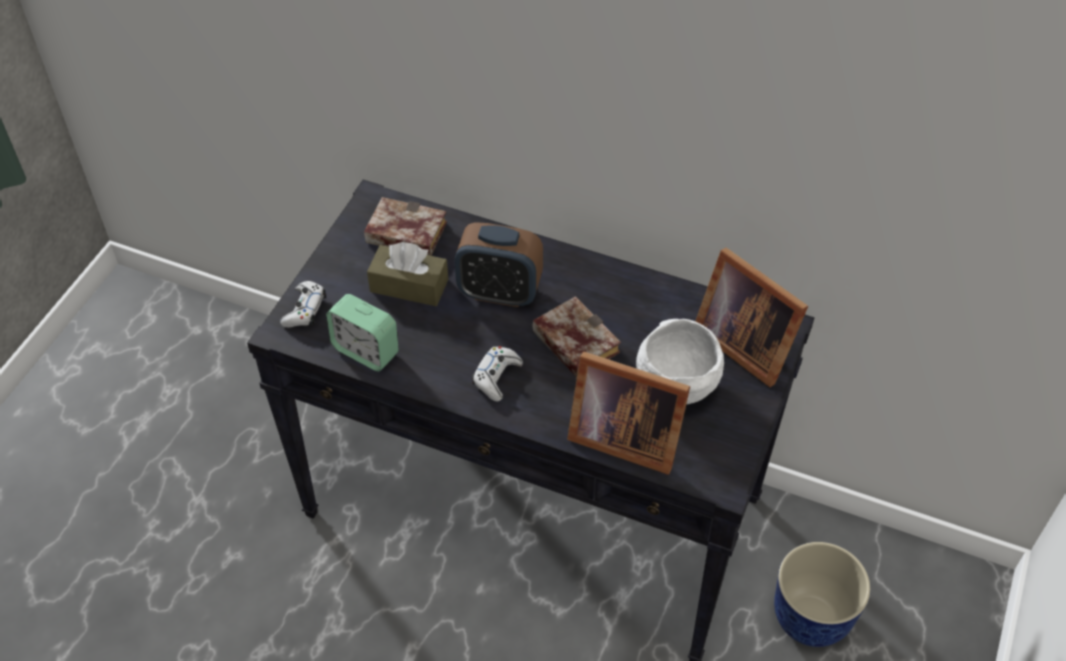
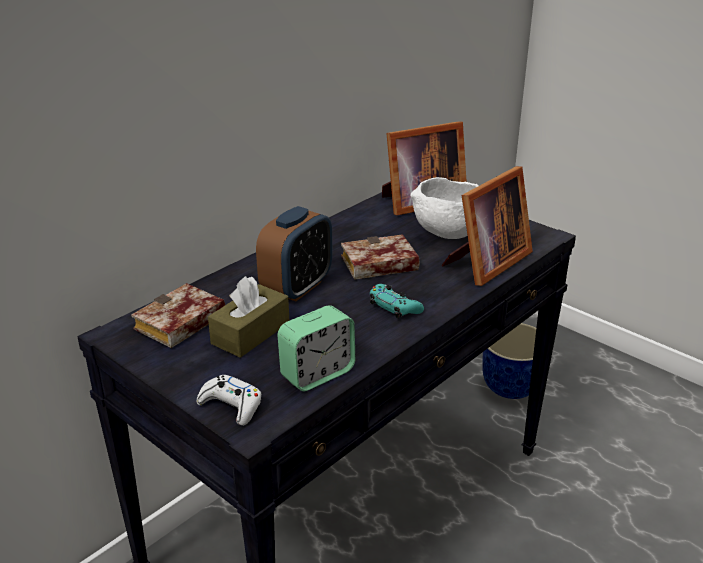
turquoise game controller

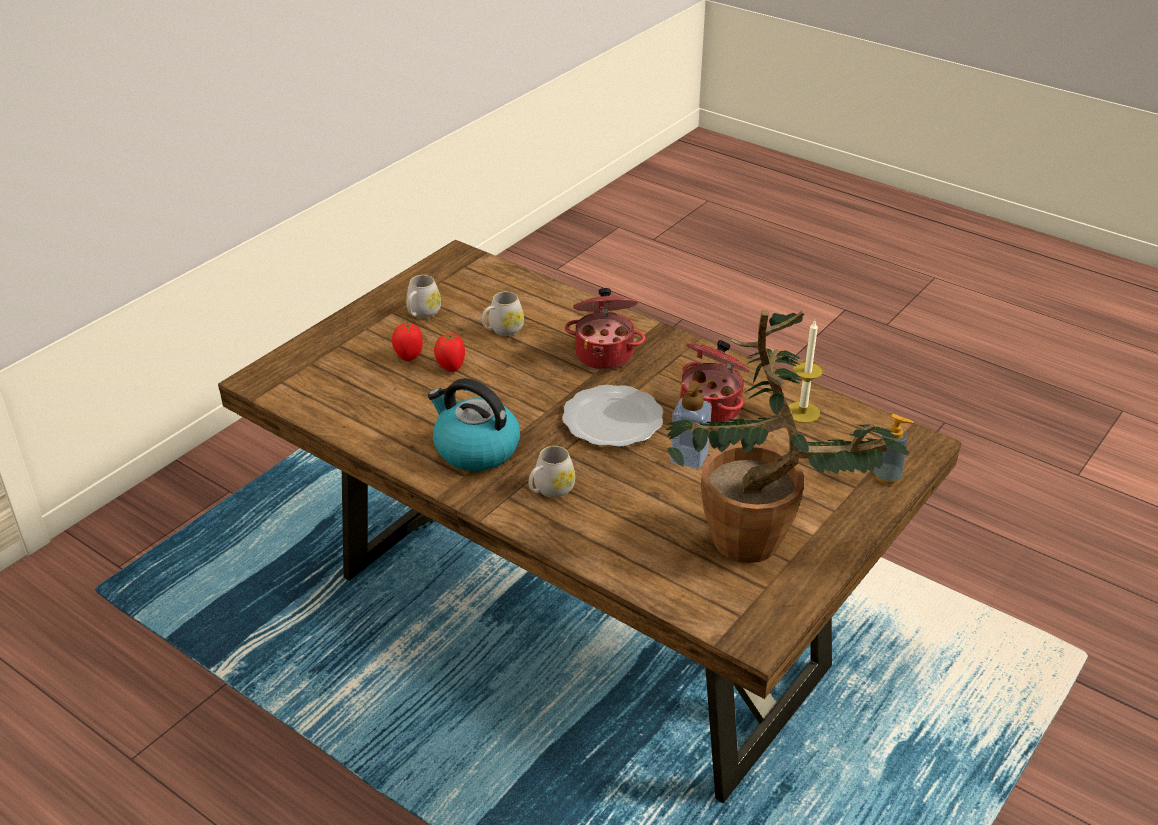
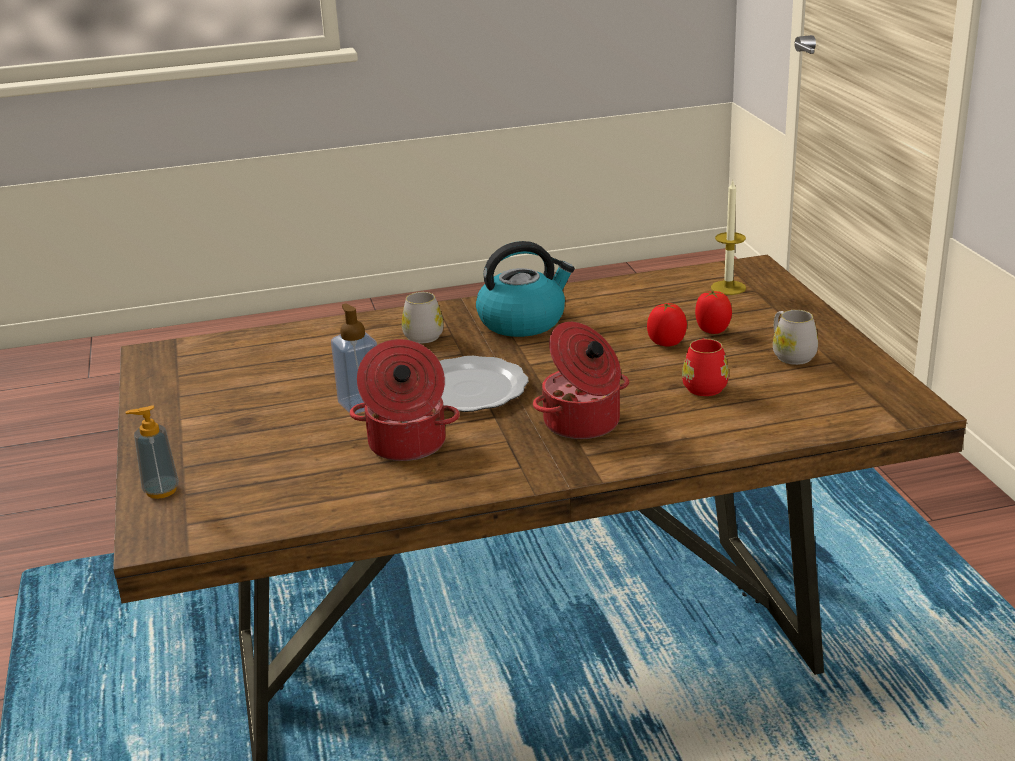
red mug
potted plant
candle

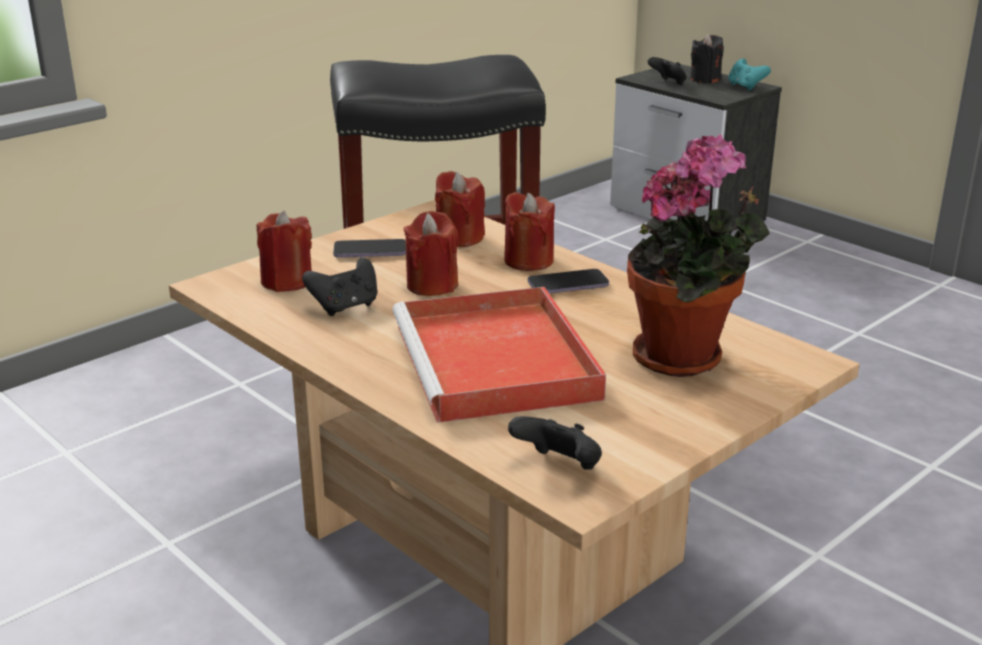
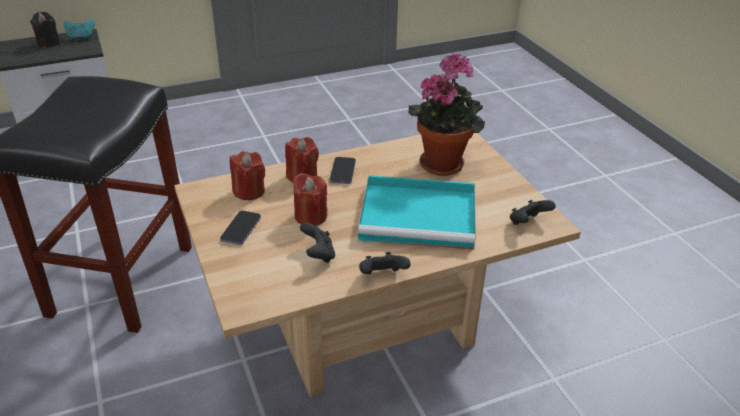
black game controller (no. 2 from left)
red candle (no. 1 from left in the first image)
turquoise tray

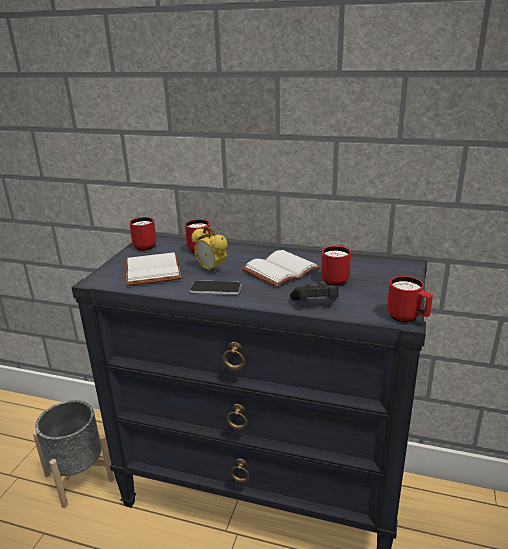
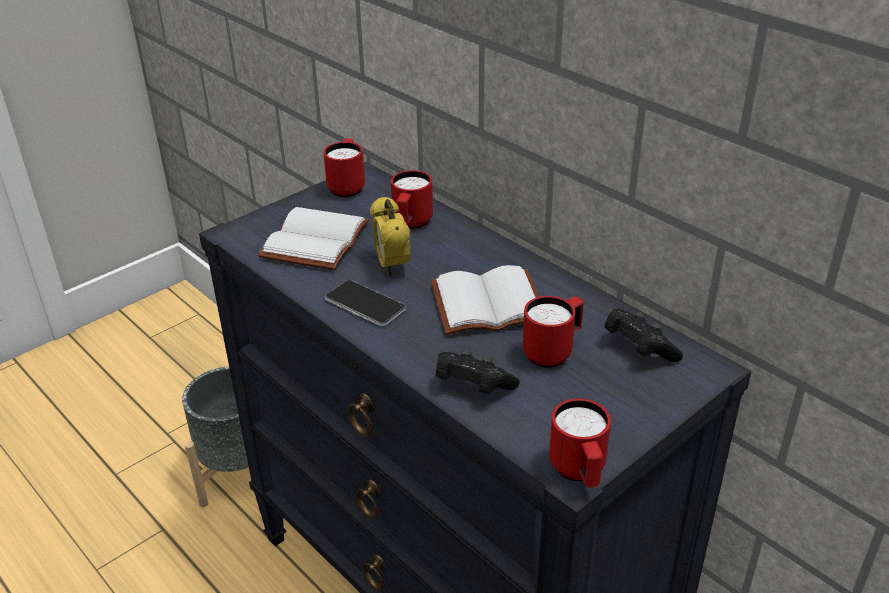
black game controller (no. 2 from left)

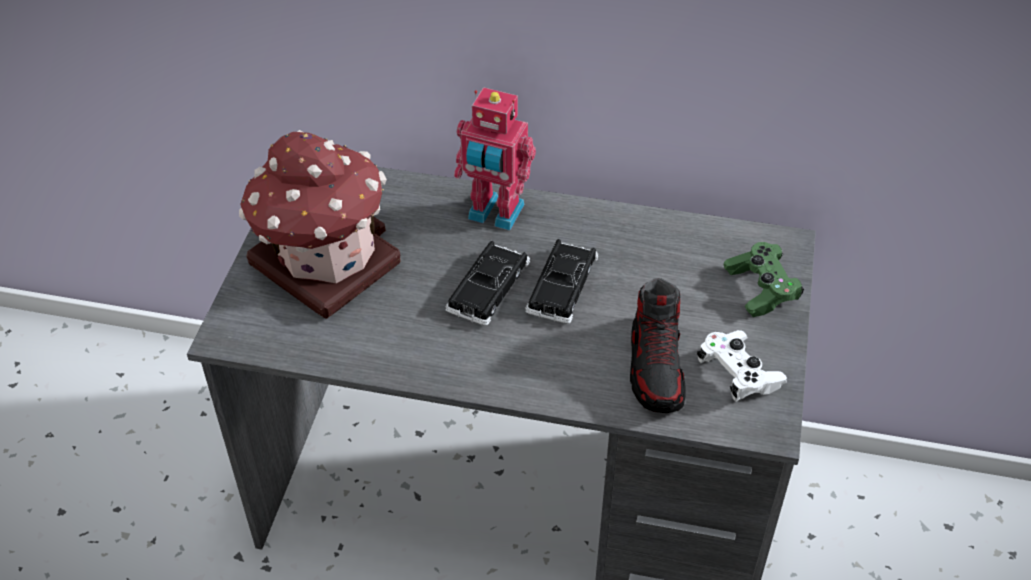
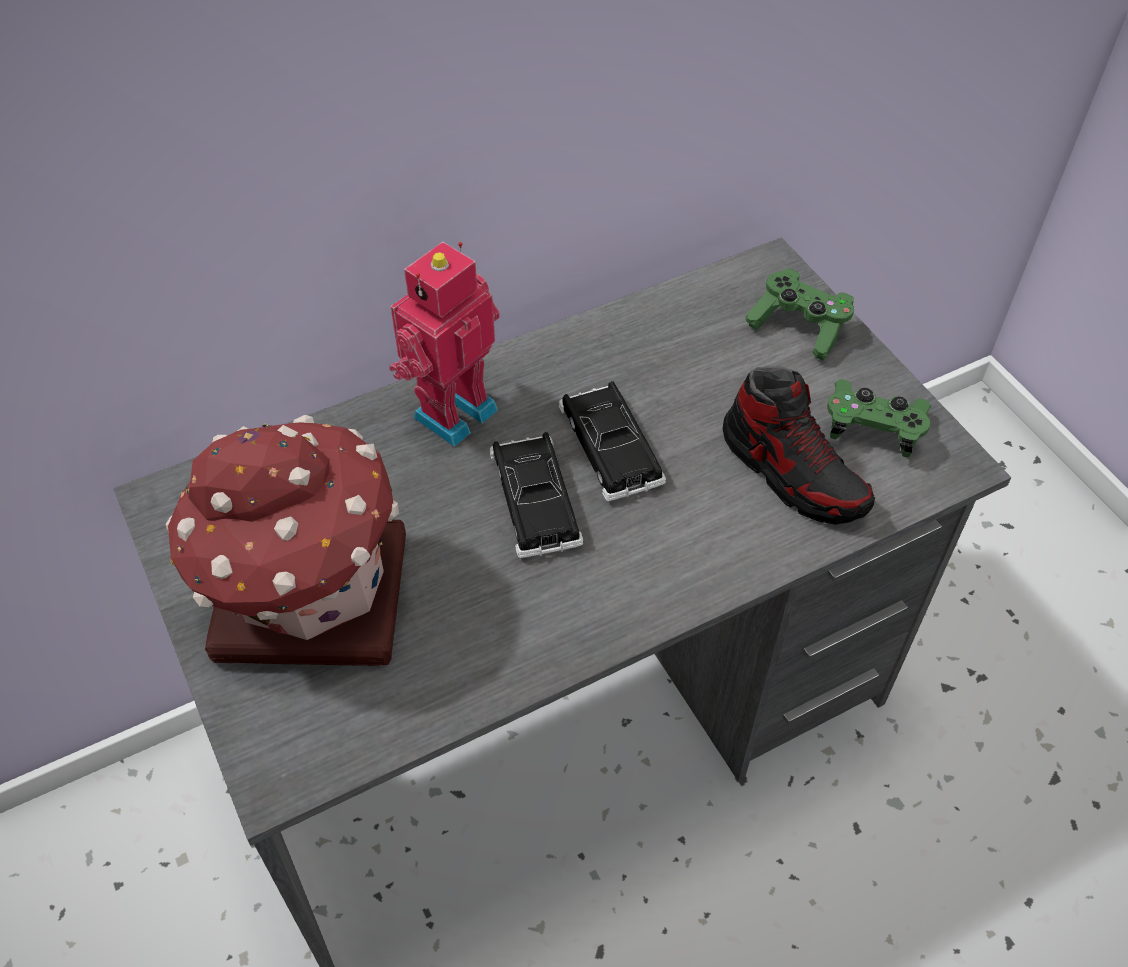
toy robot
green game controller (no. 2 from left)

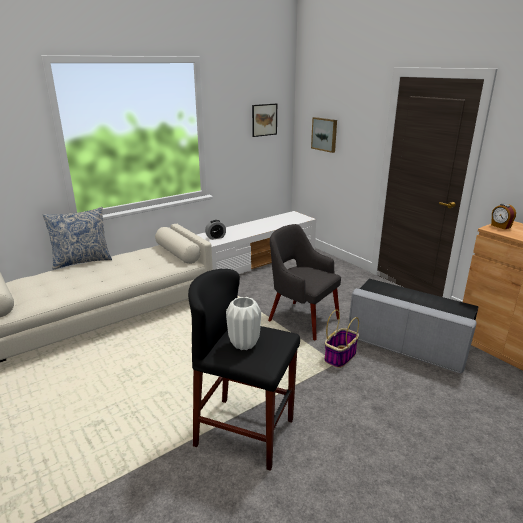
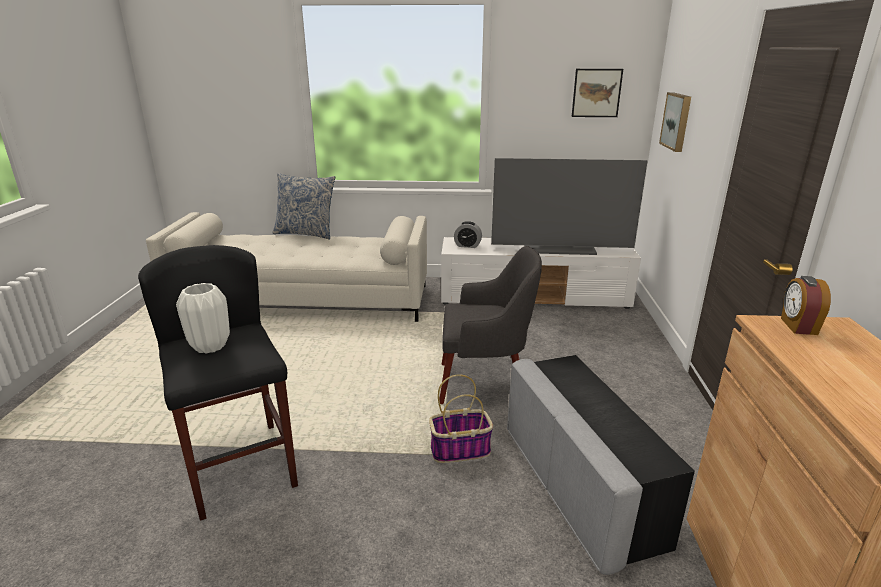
grey armchair
television

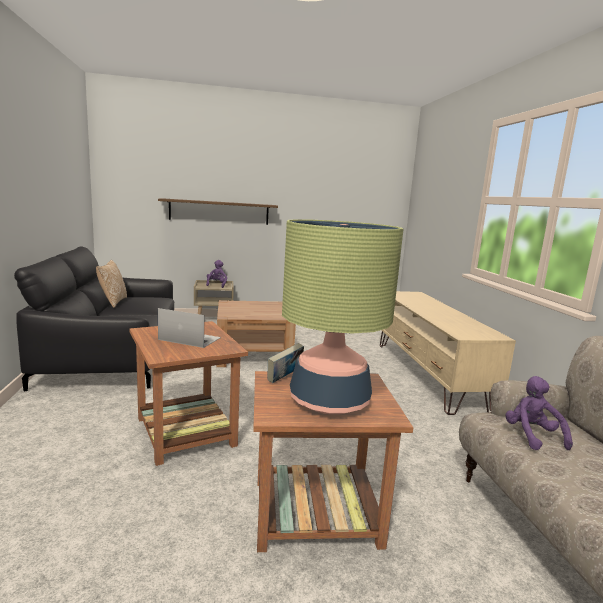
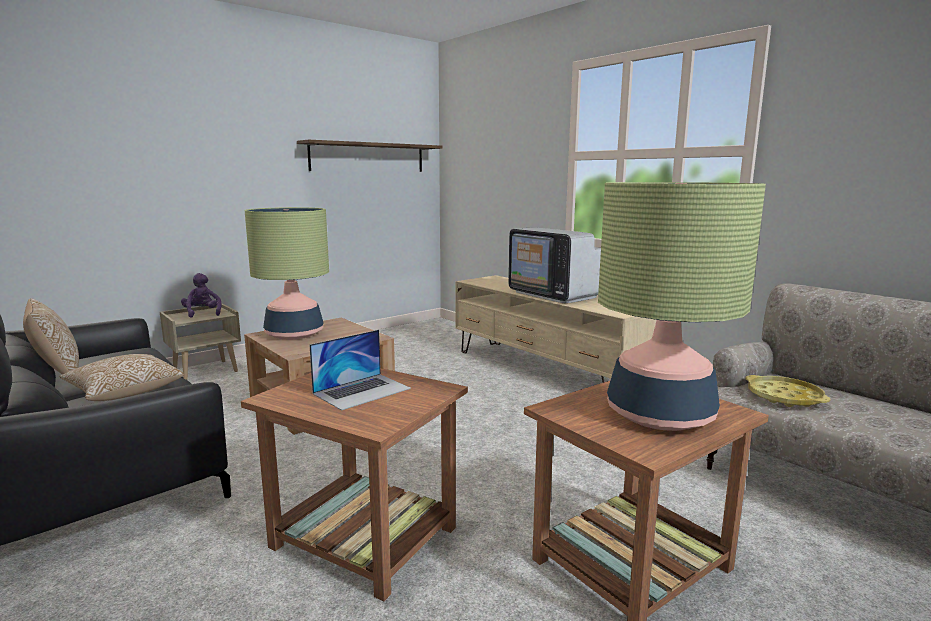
shelf
laptop
book
yellow tray
table lamp (no. 1 from left)
television
pillow (no. 2 from left)

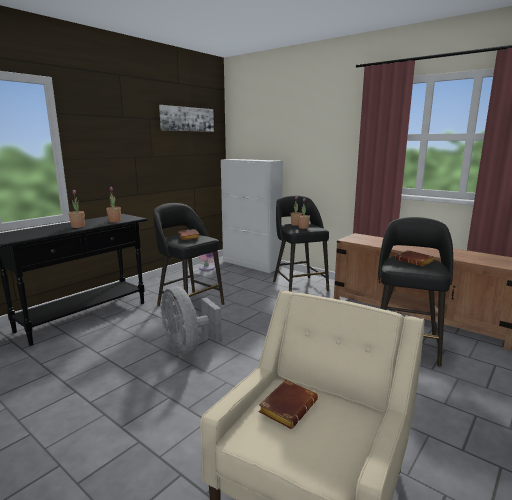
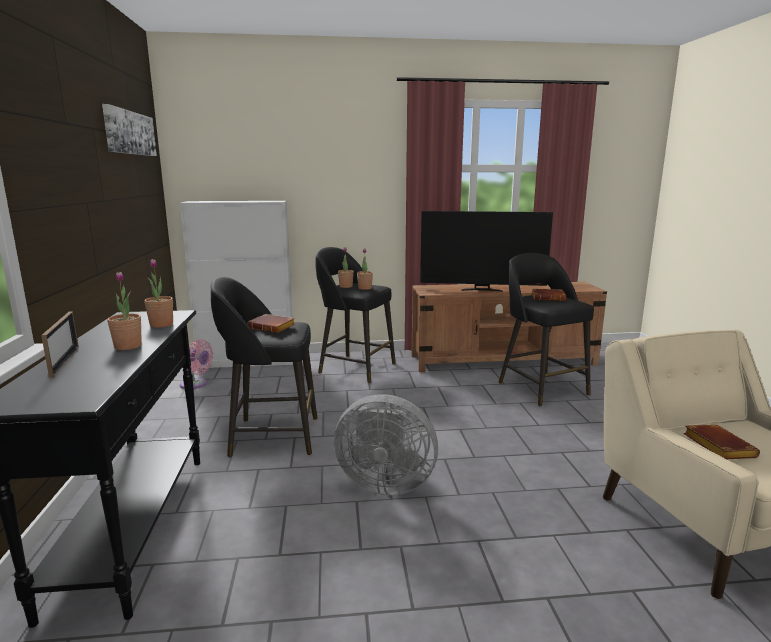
television
picture frame

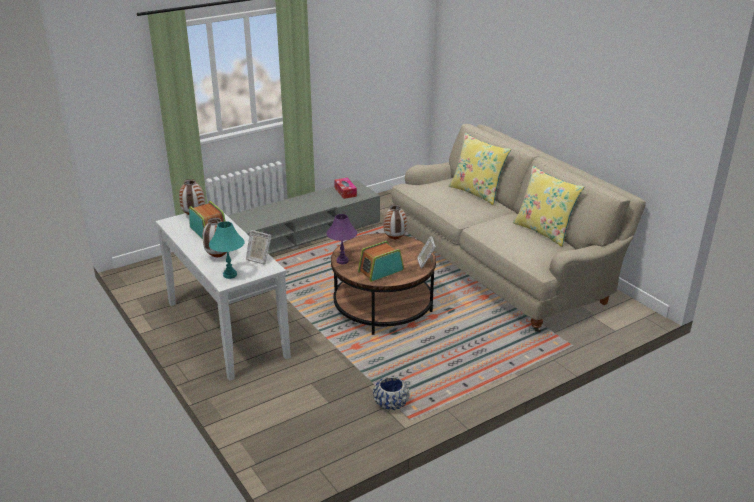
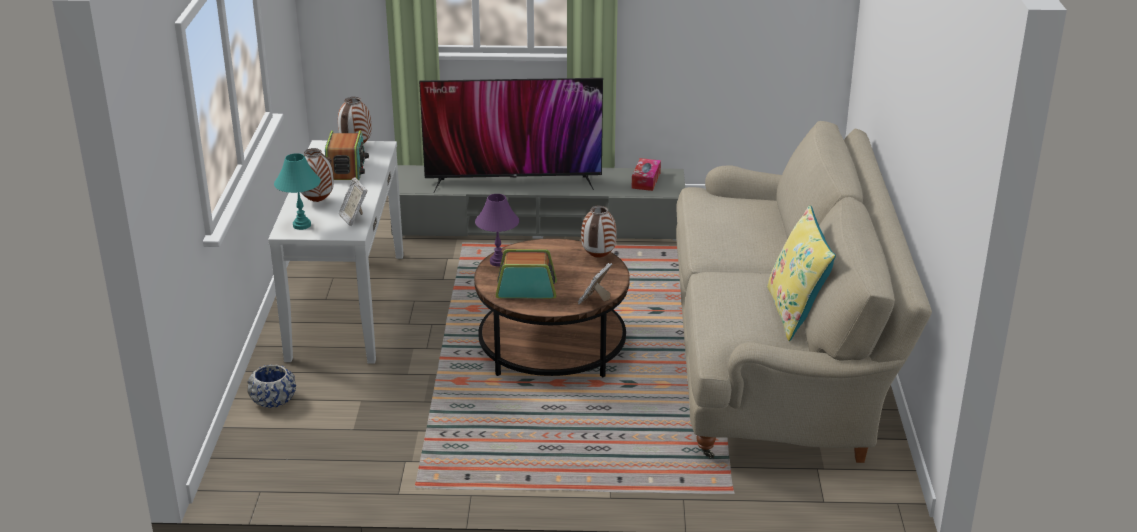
yellow pillow (no. 1 from left in the first image)
blue planter
television

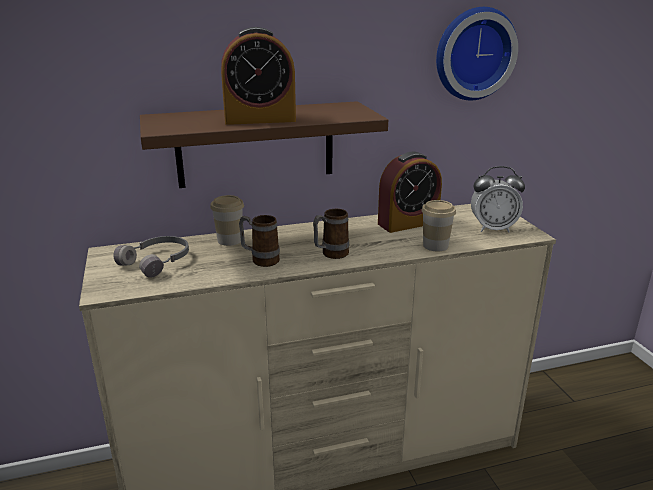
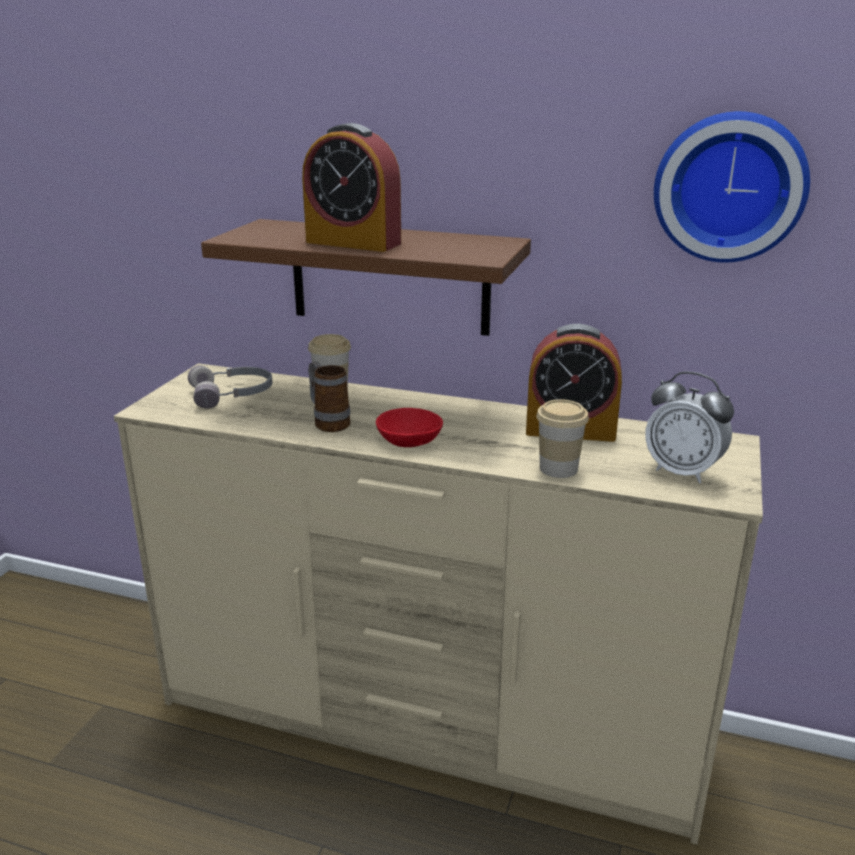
red bowl

